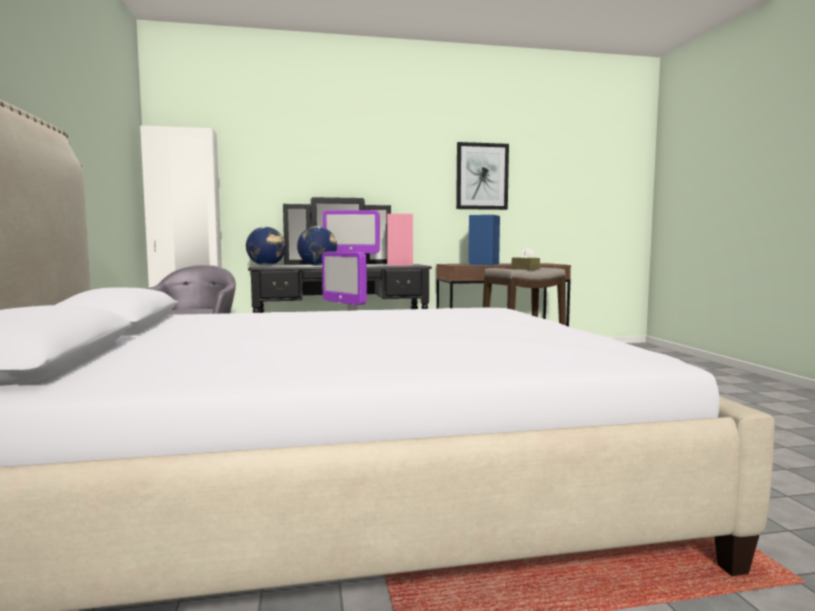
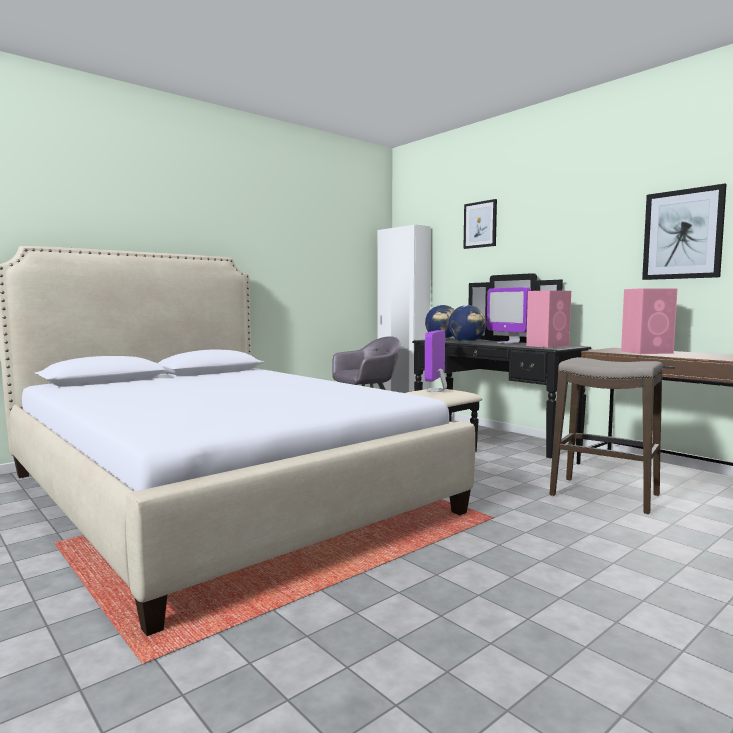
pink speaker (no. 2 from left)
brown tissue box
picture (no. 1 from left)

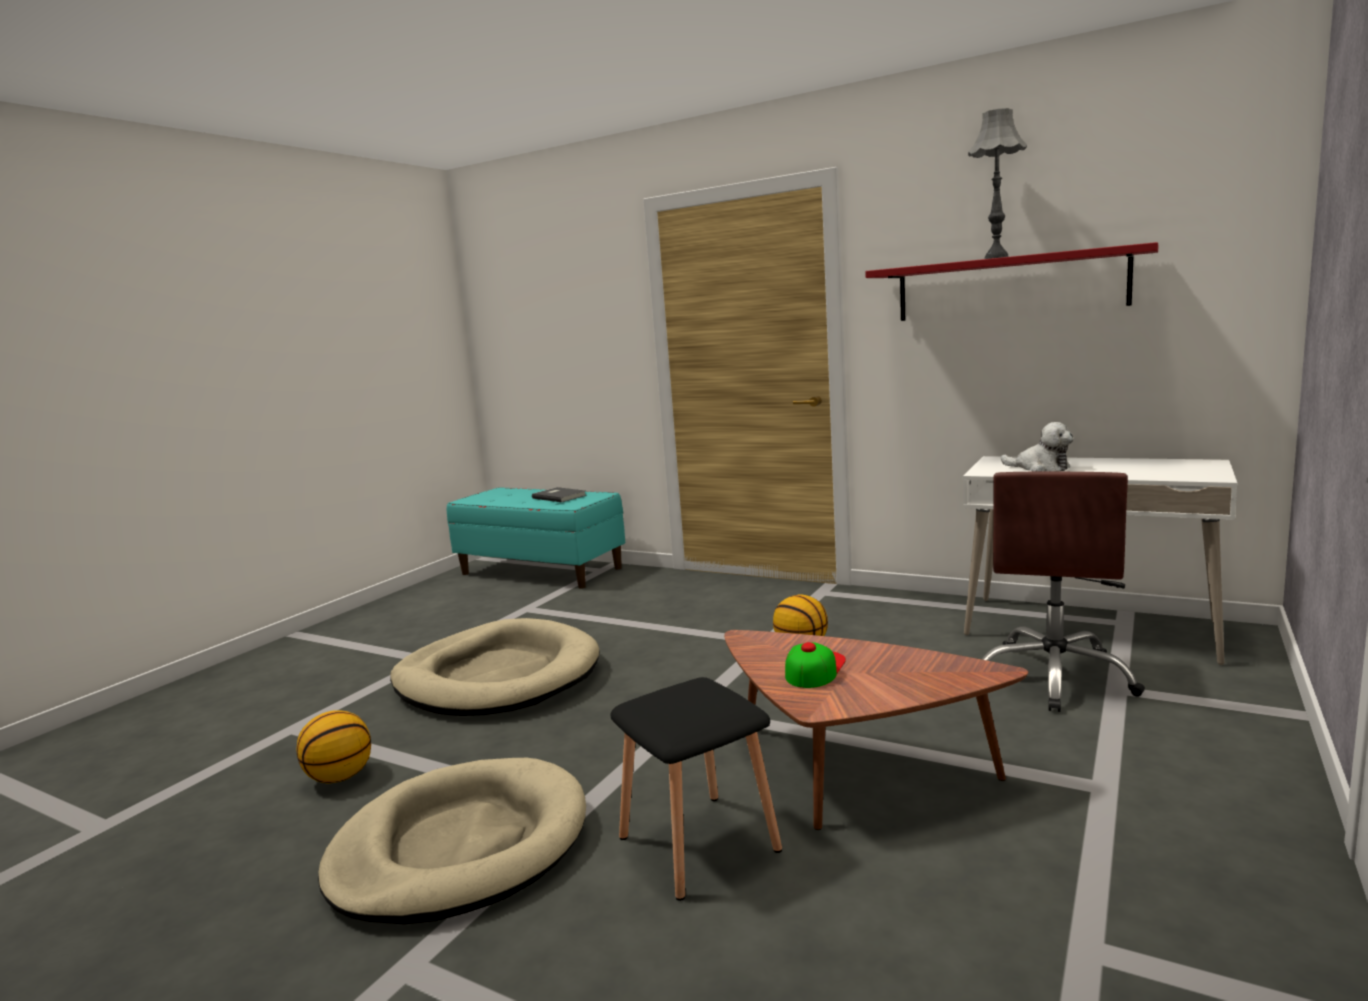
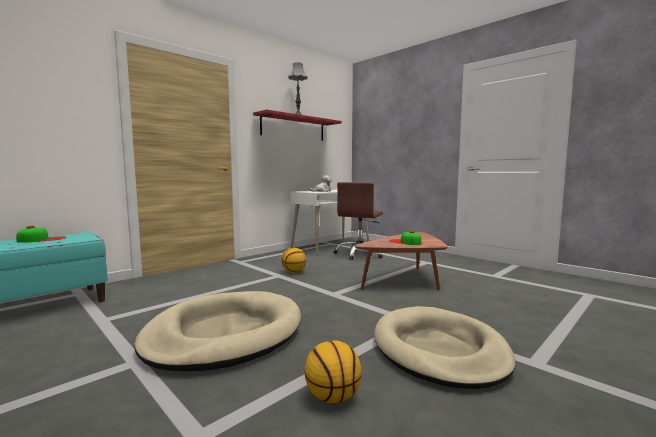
brown office chair
cap (no. 1 from left)
black stool

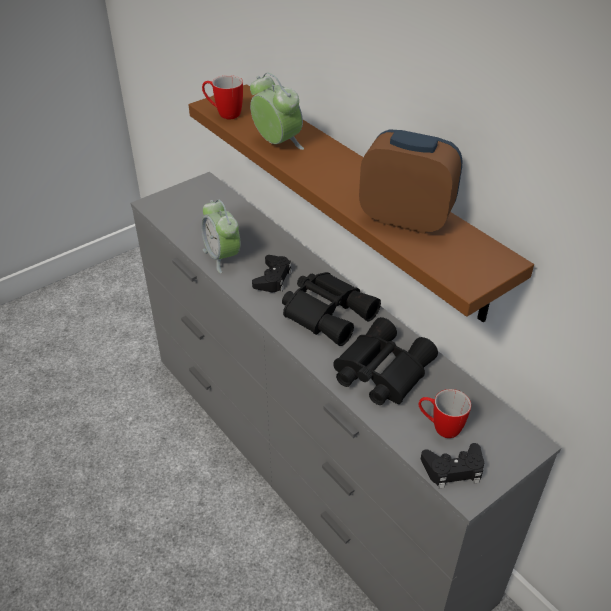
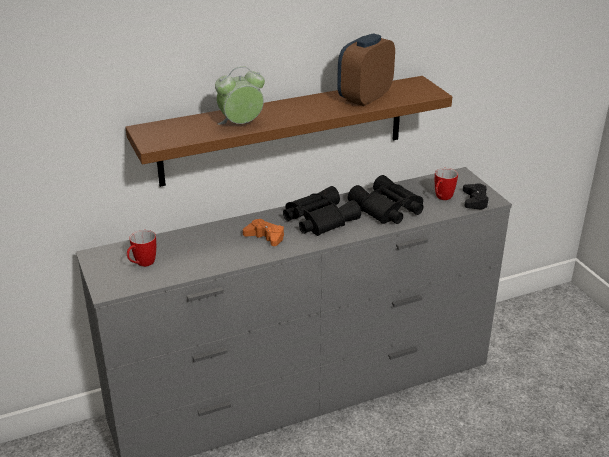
mug (no. 1 from left)
alarm clock (no. 1 from left in the first image)
orange game controller

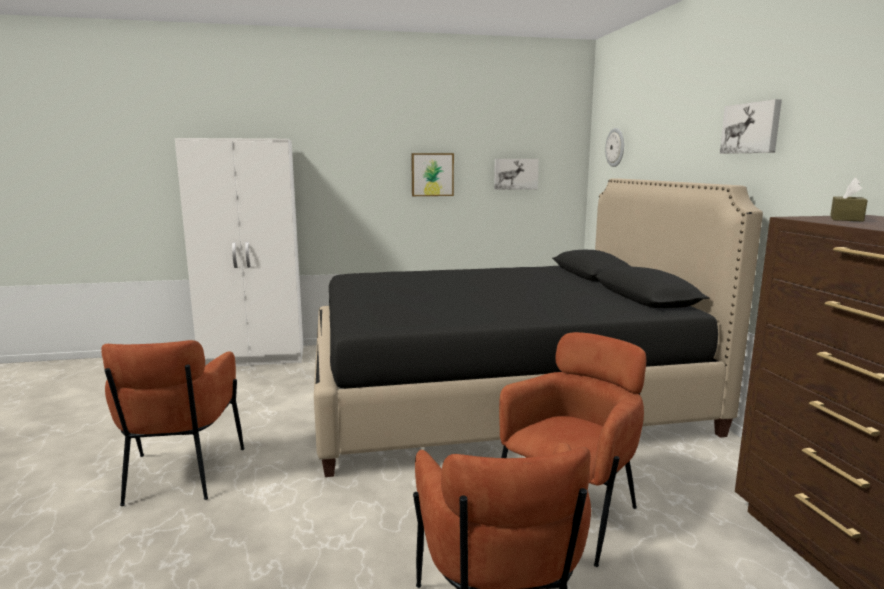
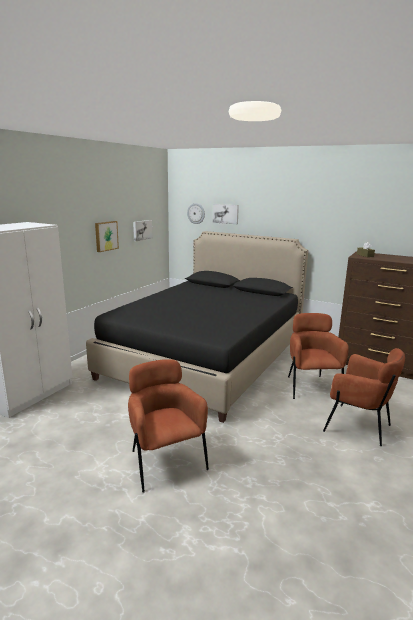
picture (no. 3 from left)
brown armchair (no. 1 from left)

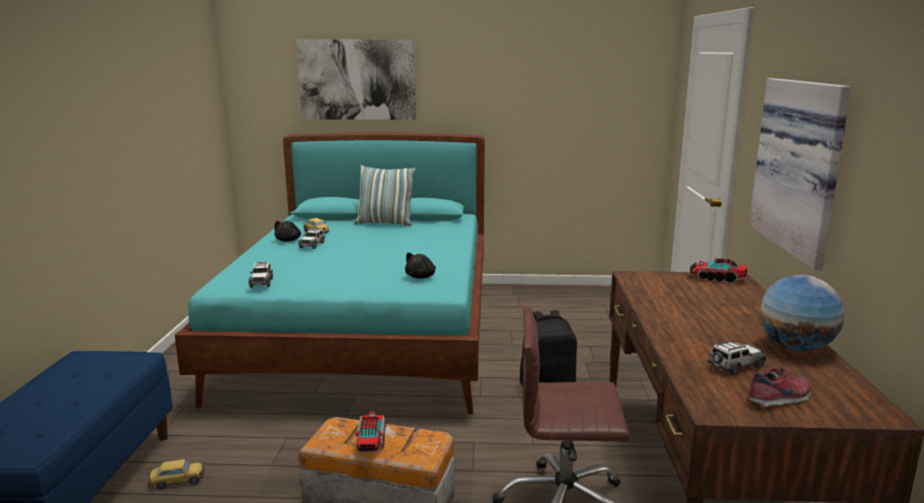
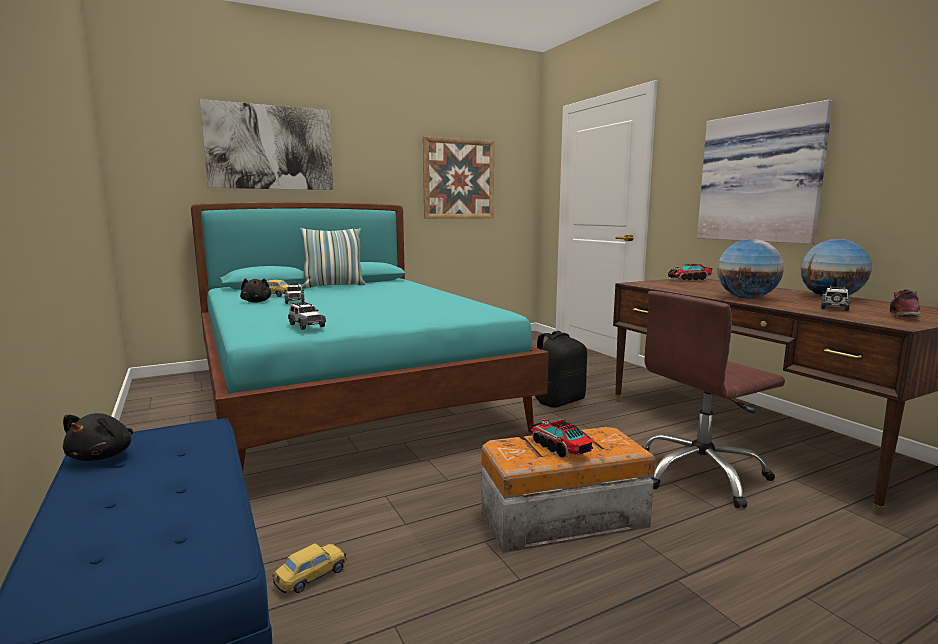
black plush toy (no. 1 from left)
picture (no. 2 from left)
globe (no. 1 from left)

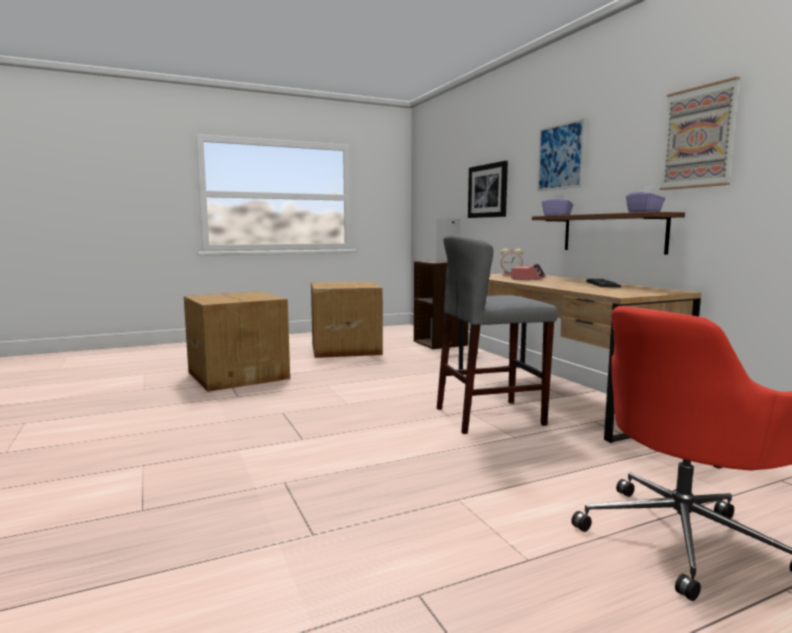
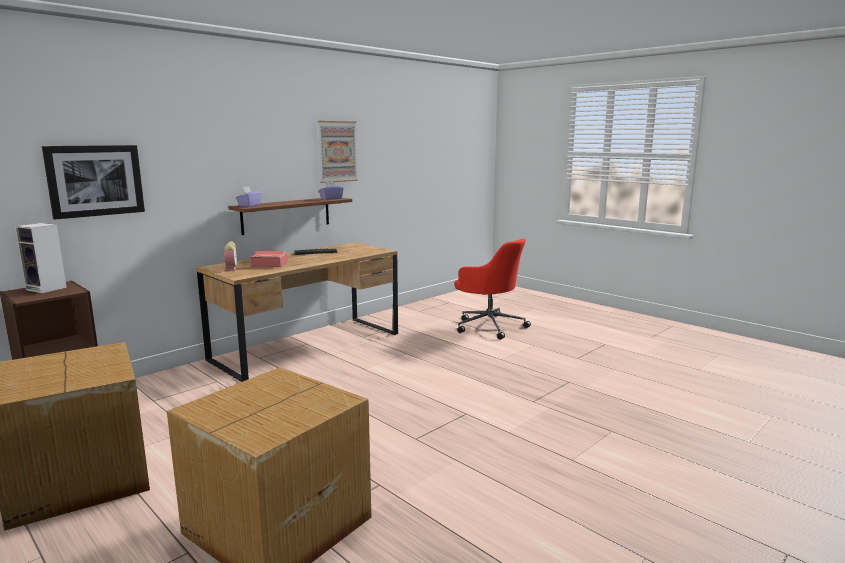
picture (no. 2 from left in the first image)
grey stool

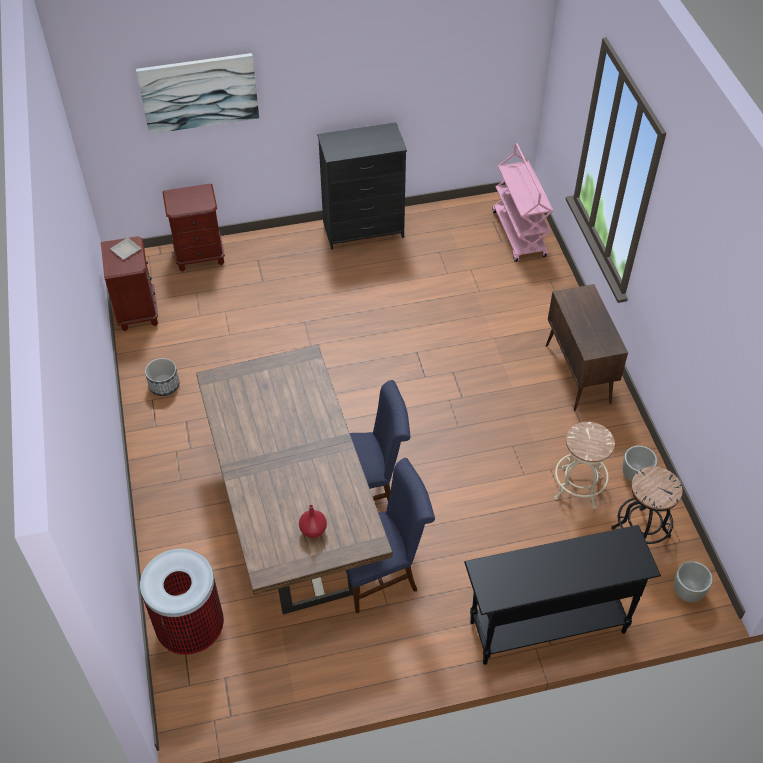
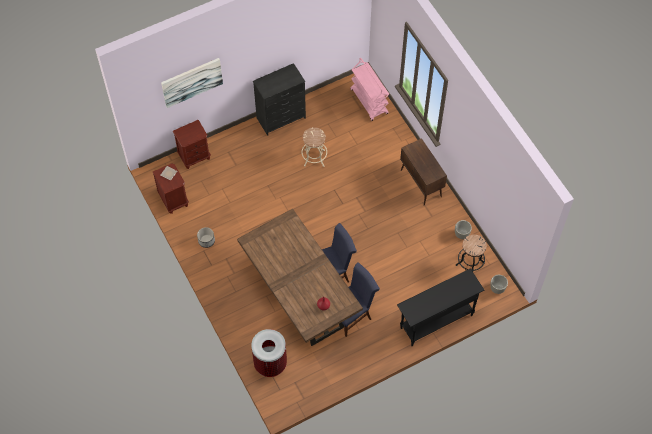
beige stool

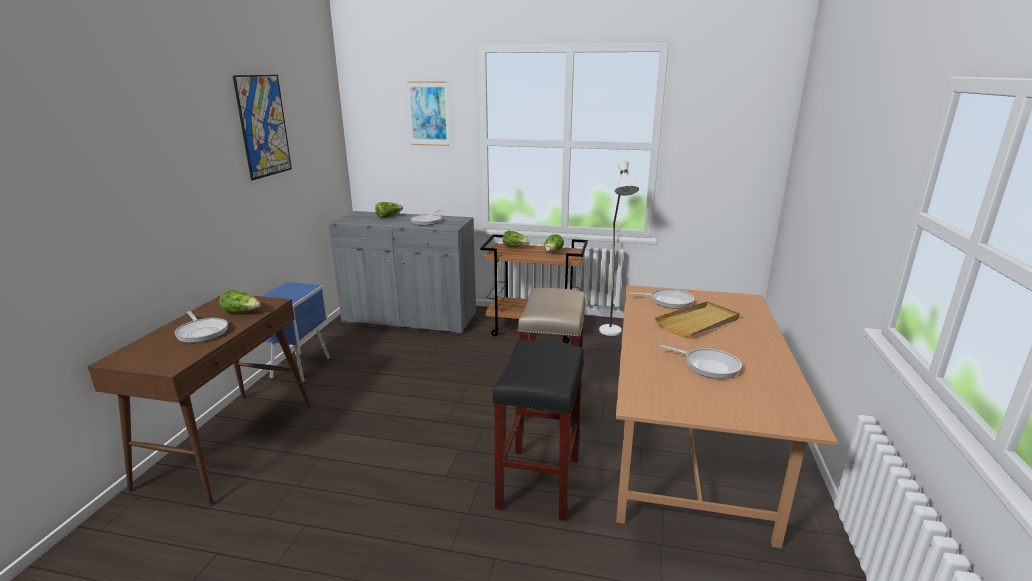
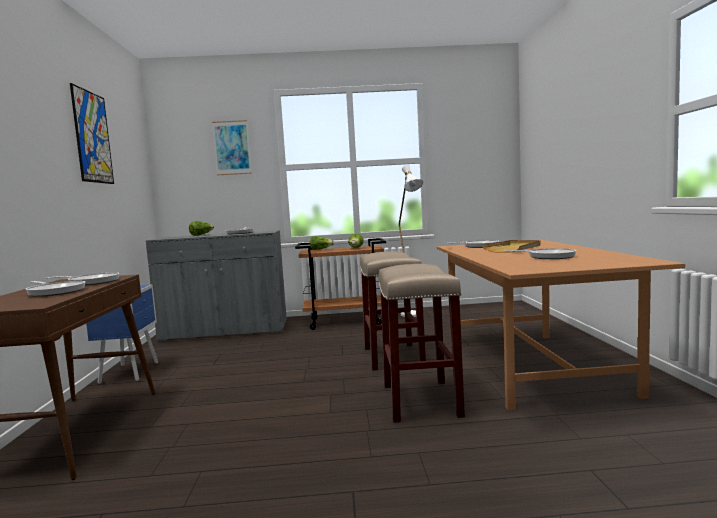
frying pan (no. 2 from left)
beige stool (no. 2 from left)

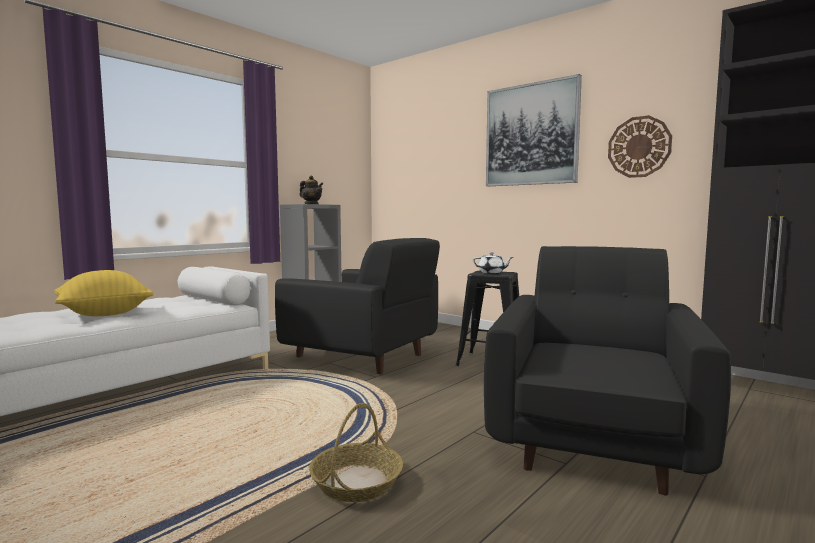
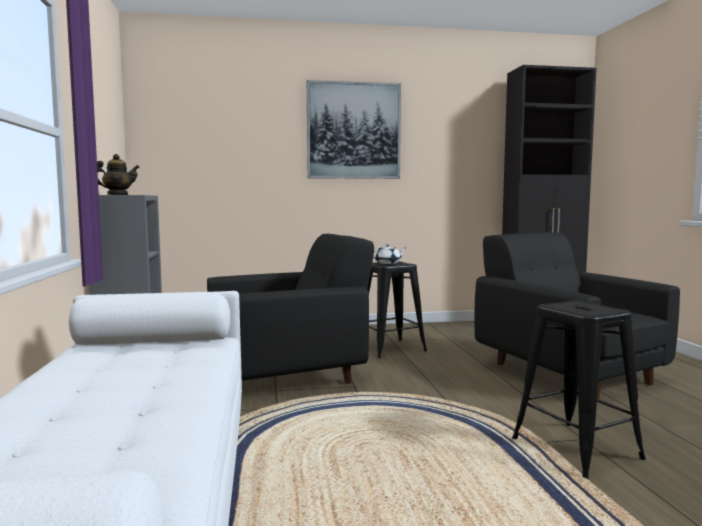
wall clock
yellow pillow
black stool (no. 2 from left)

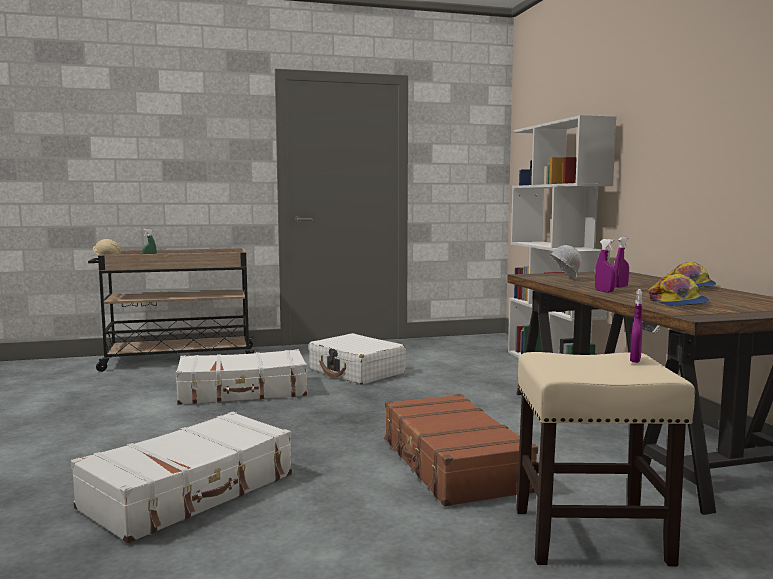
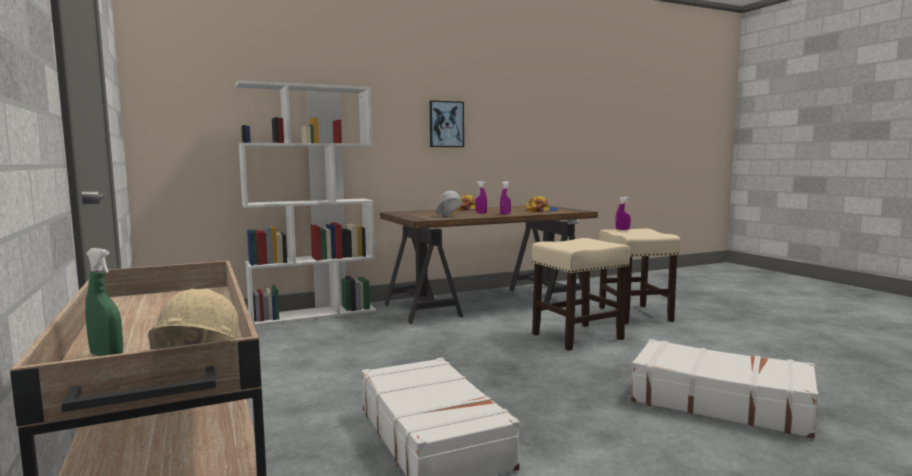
white suitcase (no. 3 from left in the first image)
beige stool (no. 1 from left)
picture

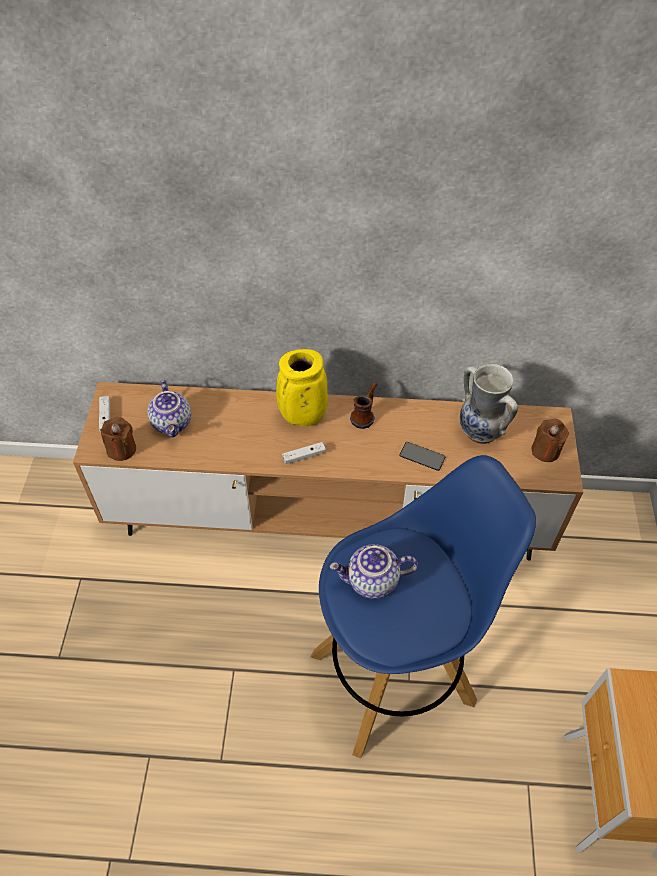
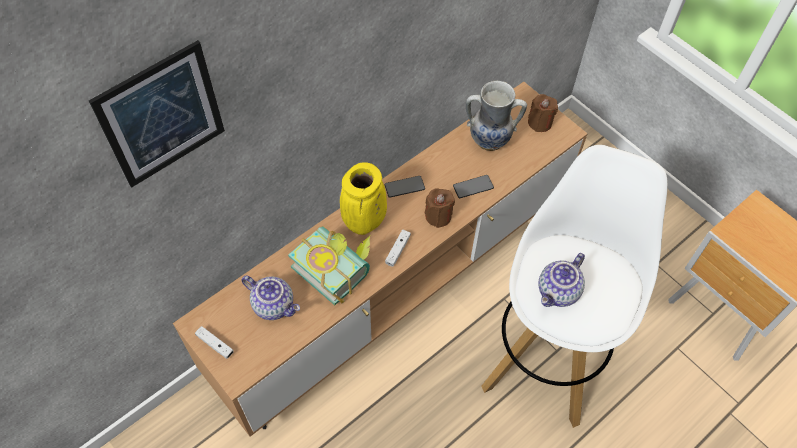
phone (no. 1 from left)
brown candle (no. 1 from left)
white stool
picture
book

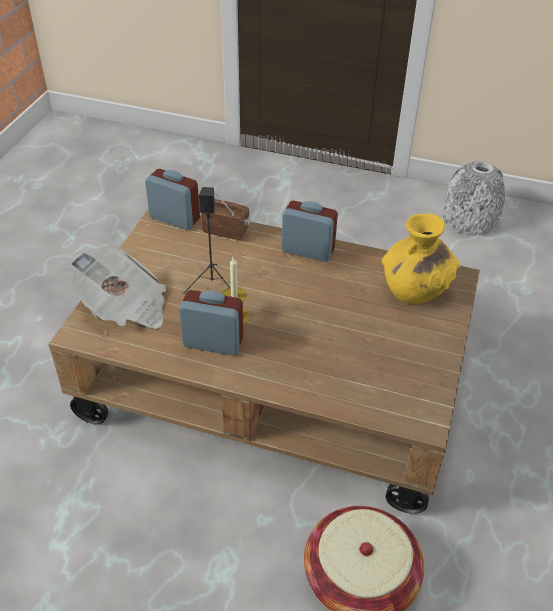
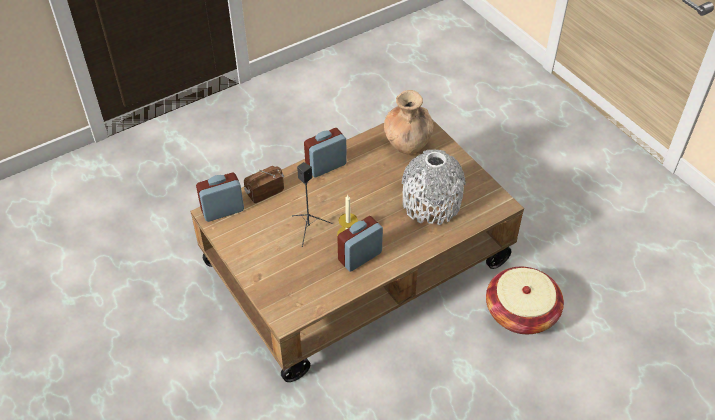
grey vase
brown vase
newspaper

